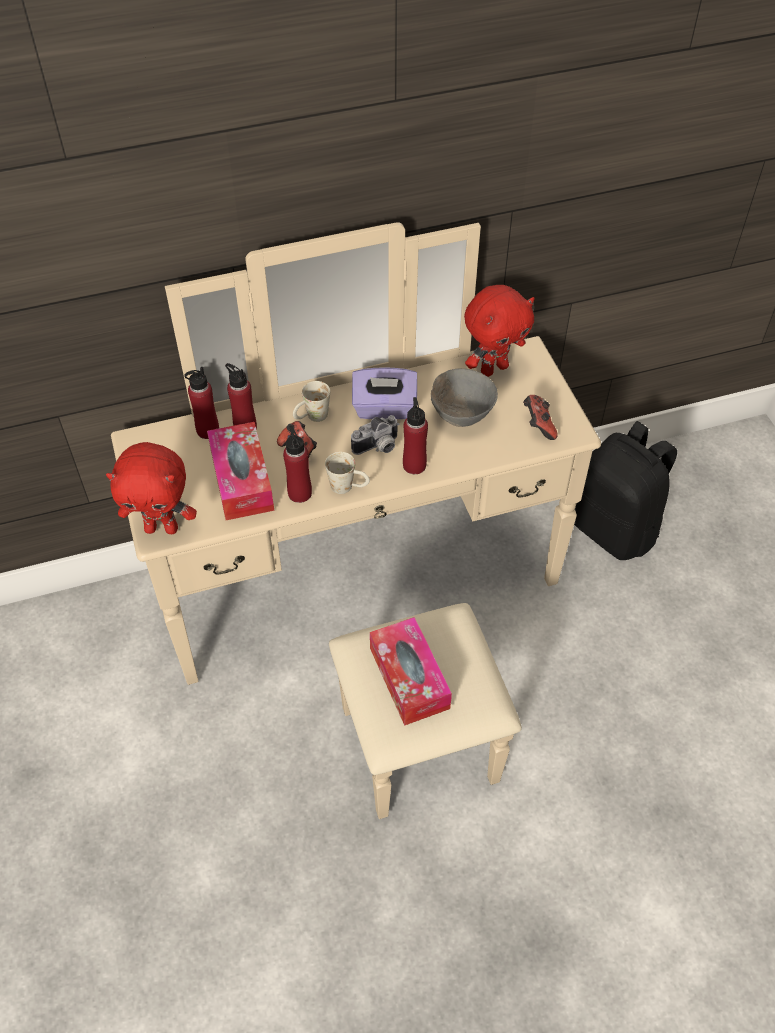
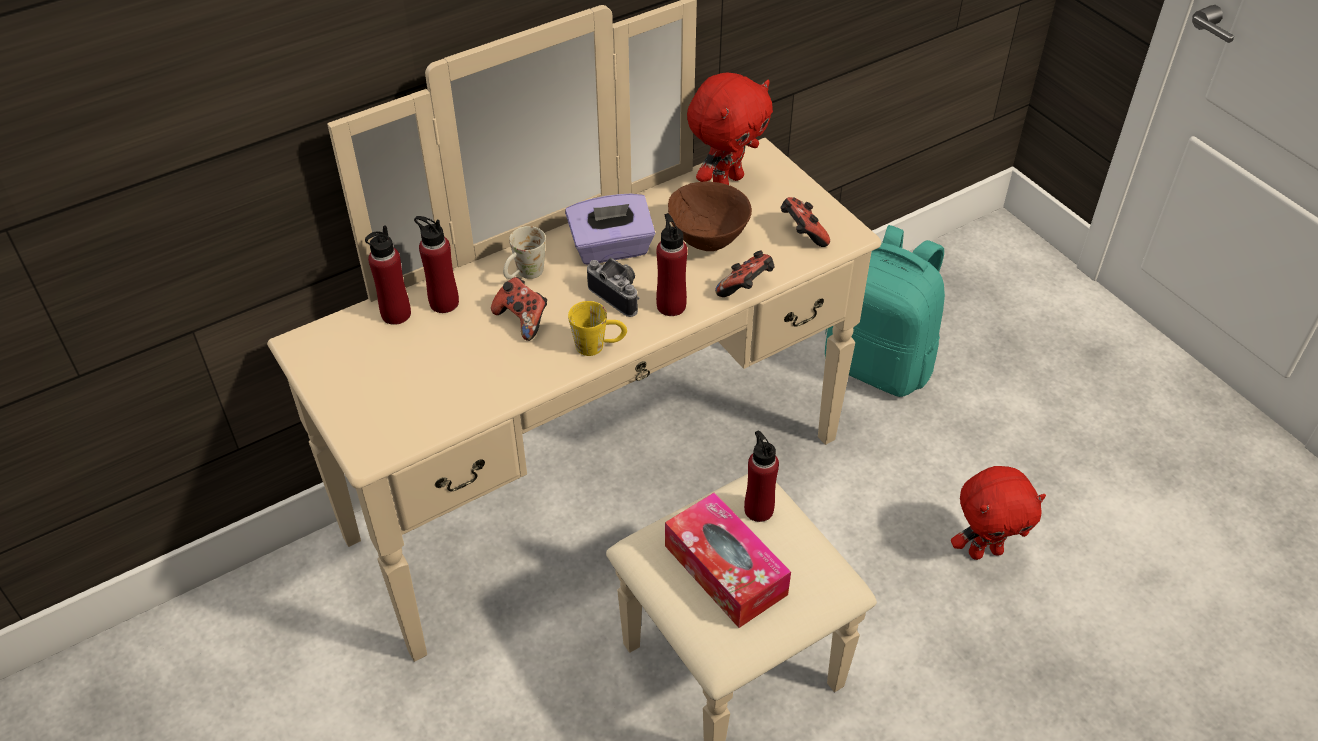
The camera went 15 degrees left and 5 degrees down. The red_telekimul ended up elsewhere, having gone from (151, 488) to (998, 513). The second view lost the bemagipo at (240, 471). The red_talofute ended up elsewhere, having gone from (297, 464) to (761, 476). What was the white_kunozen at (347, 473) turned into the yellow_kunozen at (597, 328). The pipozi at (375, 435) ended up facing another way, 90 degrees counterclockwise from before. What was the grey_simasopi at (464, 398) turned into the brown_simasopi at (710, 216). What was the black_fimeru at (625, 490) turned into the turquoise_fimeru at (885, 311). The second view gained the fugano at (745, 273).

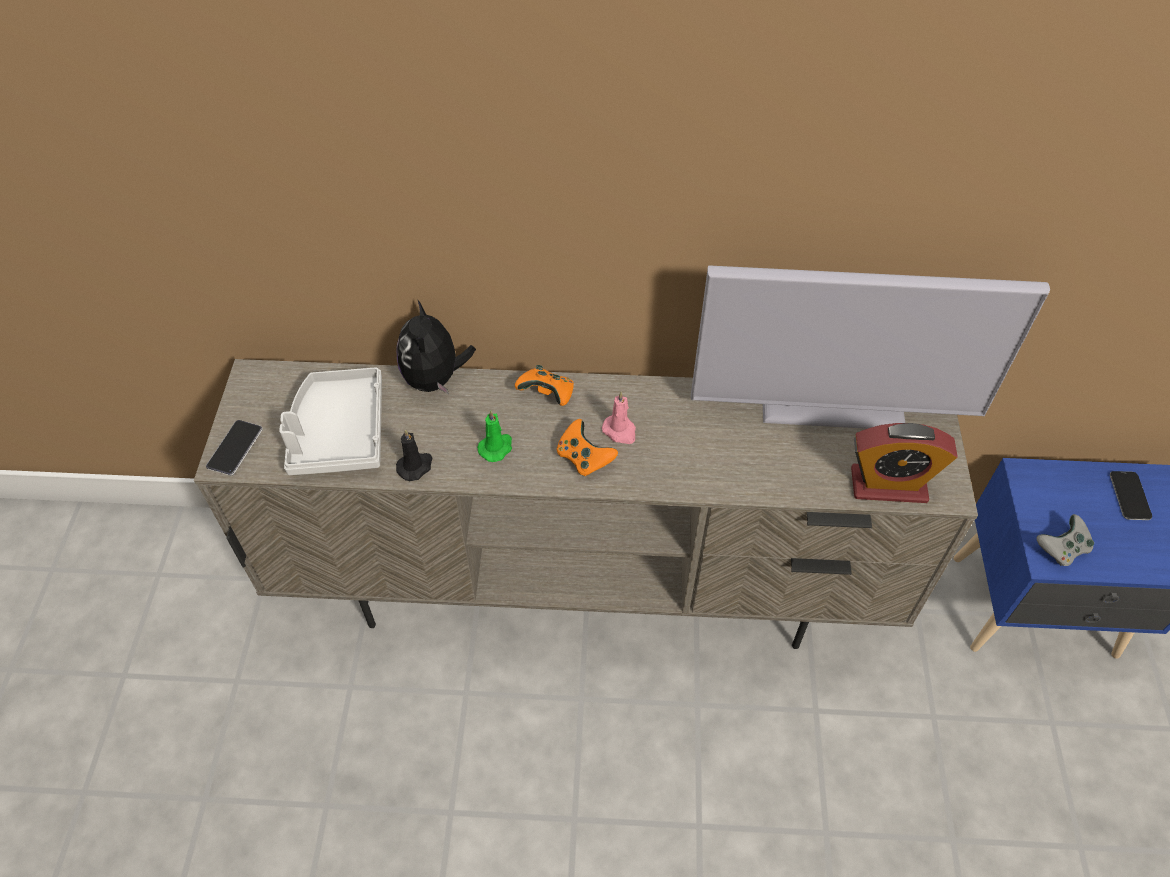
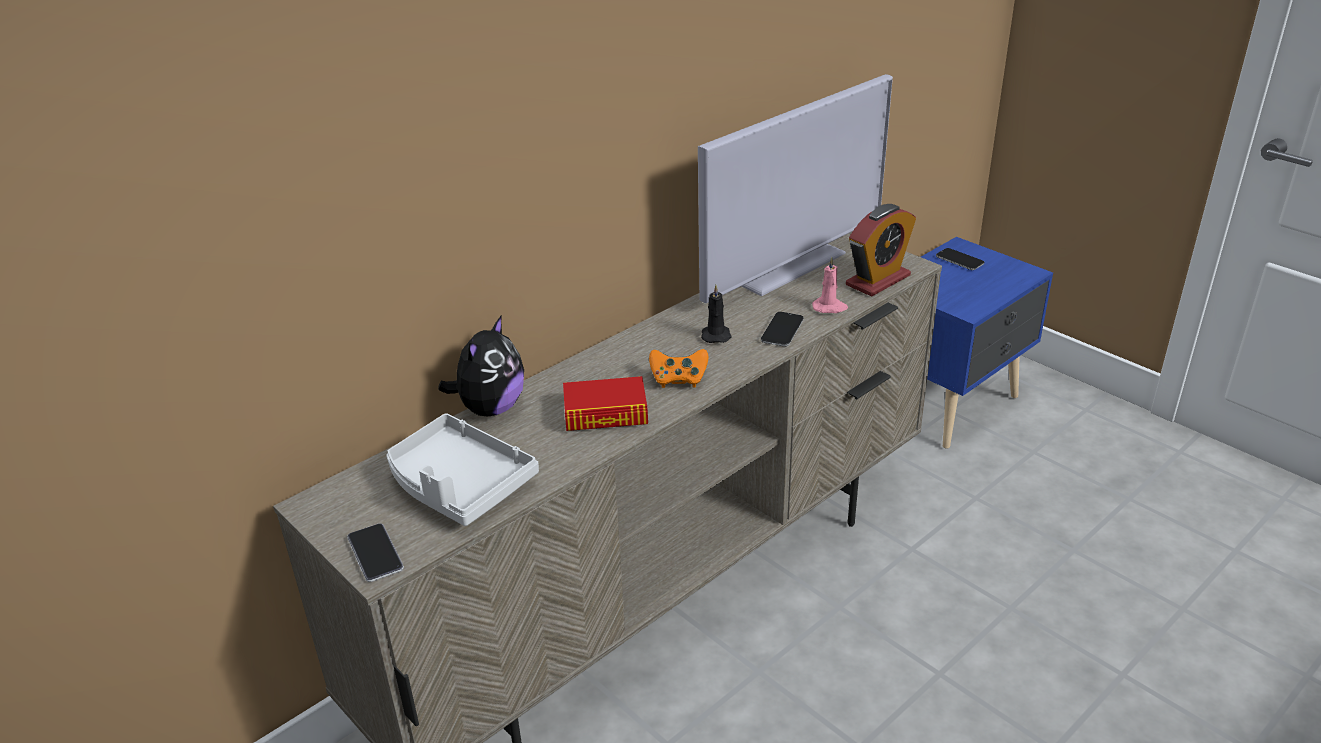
The camera went 45 degrees left and 20 degrees down. The telekimul at (436, 347) ended up facing another way, 105 degrees counterclockwise from before. The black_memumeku ended up elsewhere, having gone from (414, 455) to (716, 314). Where the green_memumeku stood at (494, 436), the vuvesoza came to stand at (605, 403). The second view lost the orange_fugano at (544, 385). The pink_memumeku ended up elsewhere, having gone from (619, 418) to (830, 285). The second view lost the grey_fugano at (1065, 540). The second view gained the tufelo at (782, 329).

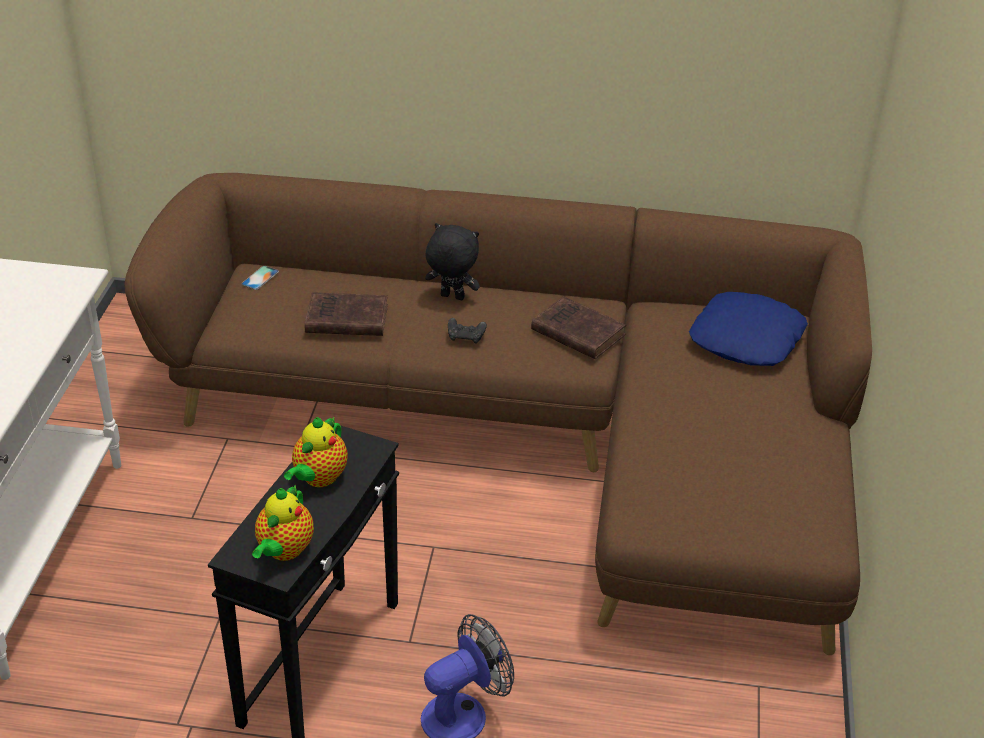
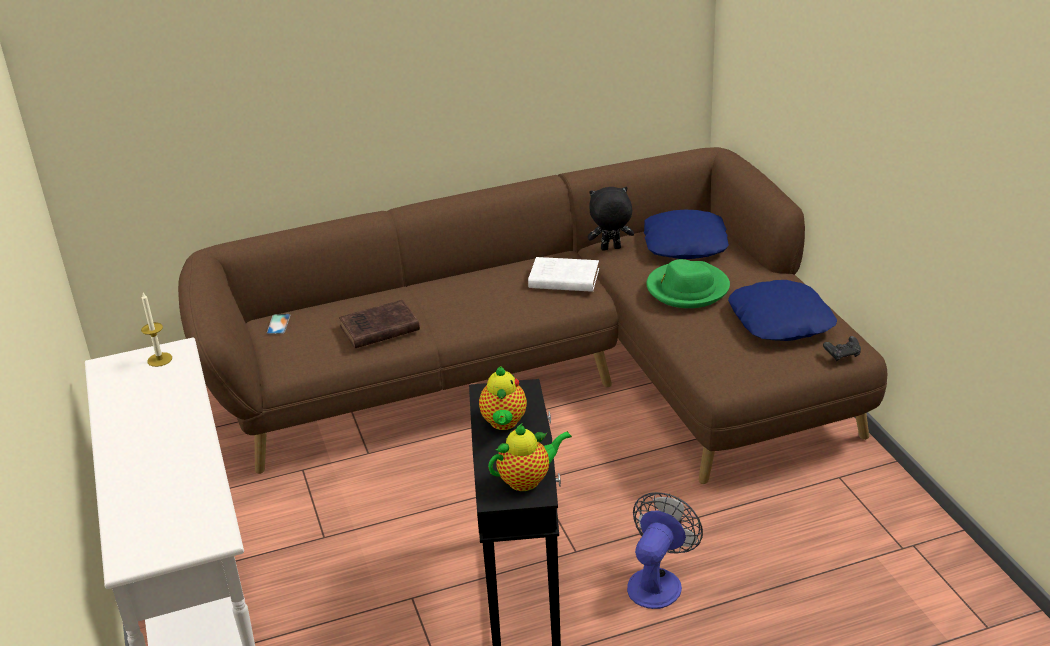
The camera went 25 degrees left and 5 degrees down. The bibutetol at (283, 522) ended up facing another way, 105 degrees counterclockwise from before. The black_telekimul ended up elsewhere, having gone from (452, 261) to (611, 219). The black_fugano ended up elsewhere, having gone from (467, 331) to (842, 348). What was the brown_vuvesoza at (578, 327) turned into the white_vuvesoza at (563, 274). The second view gained the memumeku at (156, 330). The second view gained the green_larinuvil at (688, 283). The second view gained the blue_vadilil at (782, 310).

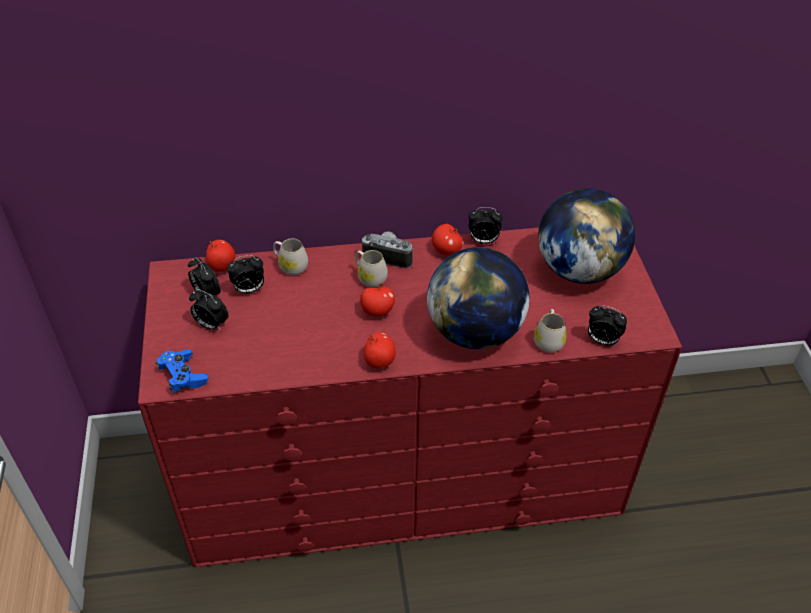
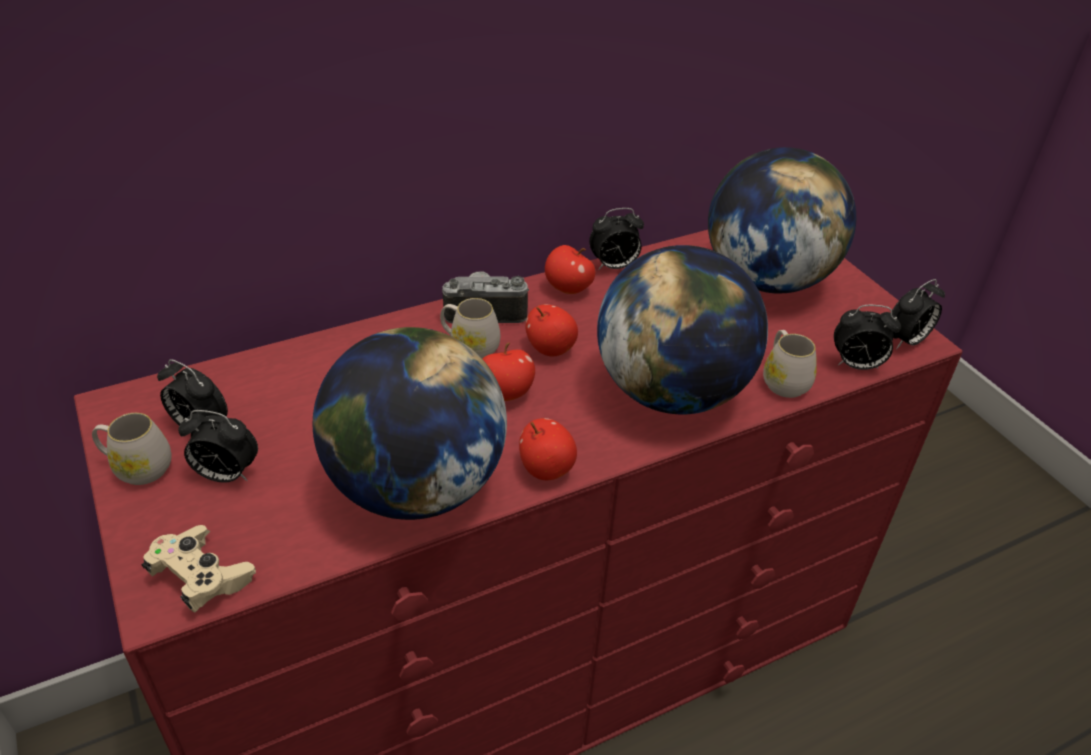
The camera went 20 degrees left and 5 degrees down. What was the blue_fugano at (182, 371) turned into the beige_fugano at (198, 568). The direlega ended up elsewhere, having gone from (221, 256) to (551, 330). The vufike ended up elsewhere, having gone from (245, 274) to (918, 314). The white_kunozen ended up elsewhere, having gone from (290, 256) to (132, 449). The second view gained the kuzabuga at (410, 423).

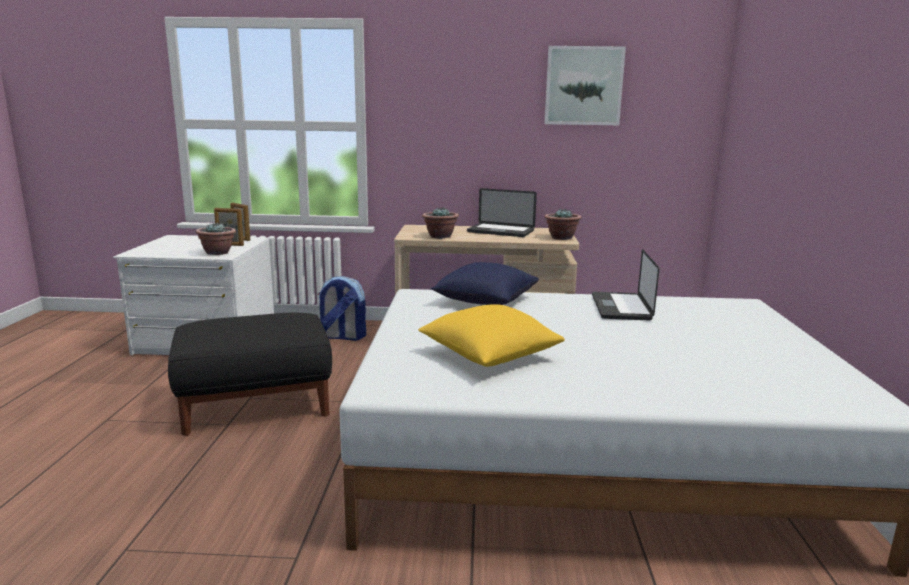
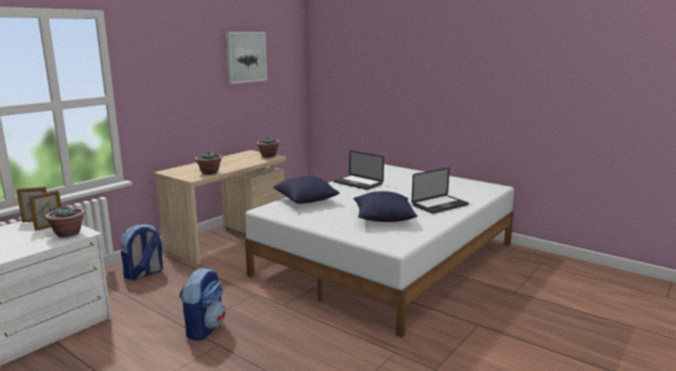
The camera went 55 degrees left and 0 degrees up. Where the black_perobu stood at (250, 374), the fimeru came to stand at (202, 304). What was the yellow_vadilil at (491, 335) turned into the blue_vadilil at (385, 206). The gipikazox ended up elsewhere, having gone from (502, 212) to (440, 190).

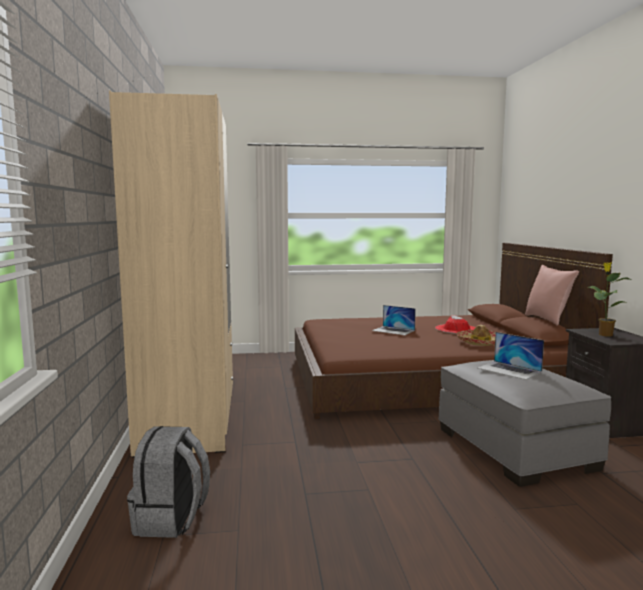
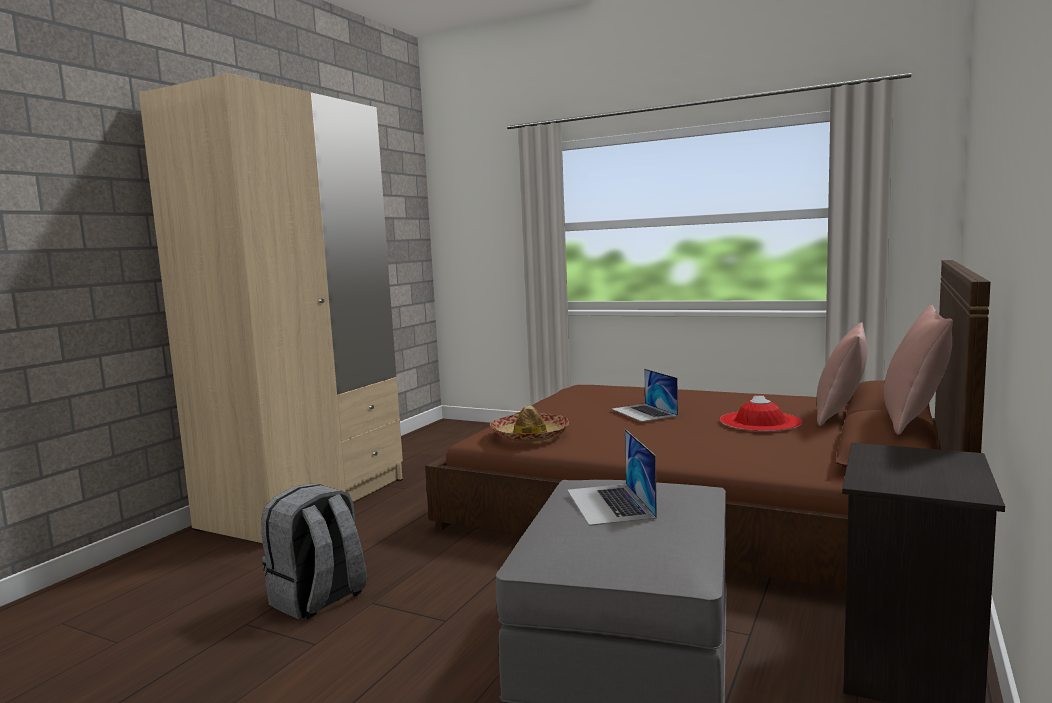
The camera went 35 degrees right and 0 degrees up. The grey_fimeru ended up elsewhere, having gone from (168, 482) to (314, 551). The larinuvil ended up elsewhere, having gone from (476, 335) to (529, 424). The second view lost the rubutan at (609, 299). The second view gained the pink_vadilil at (842, 374).

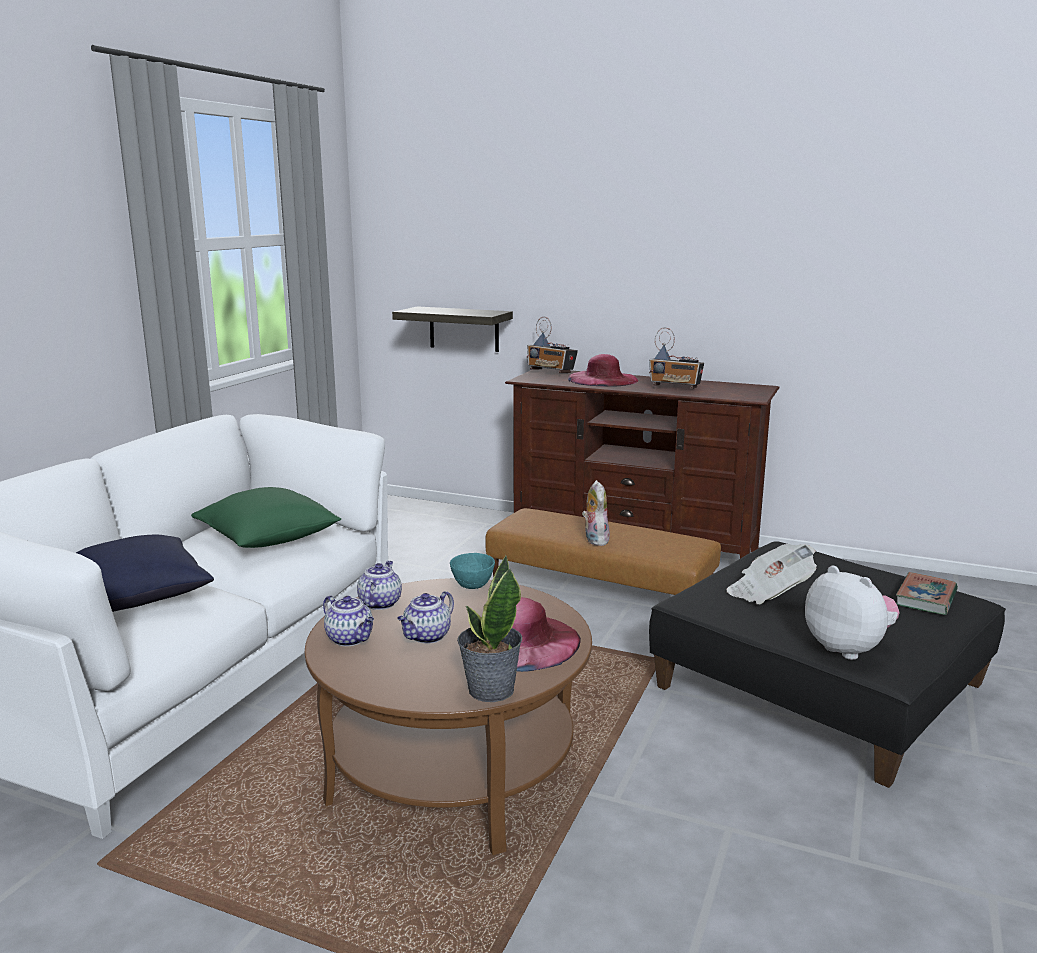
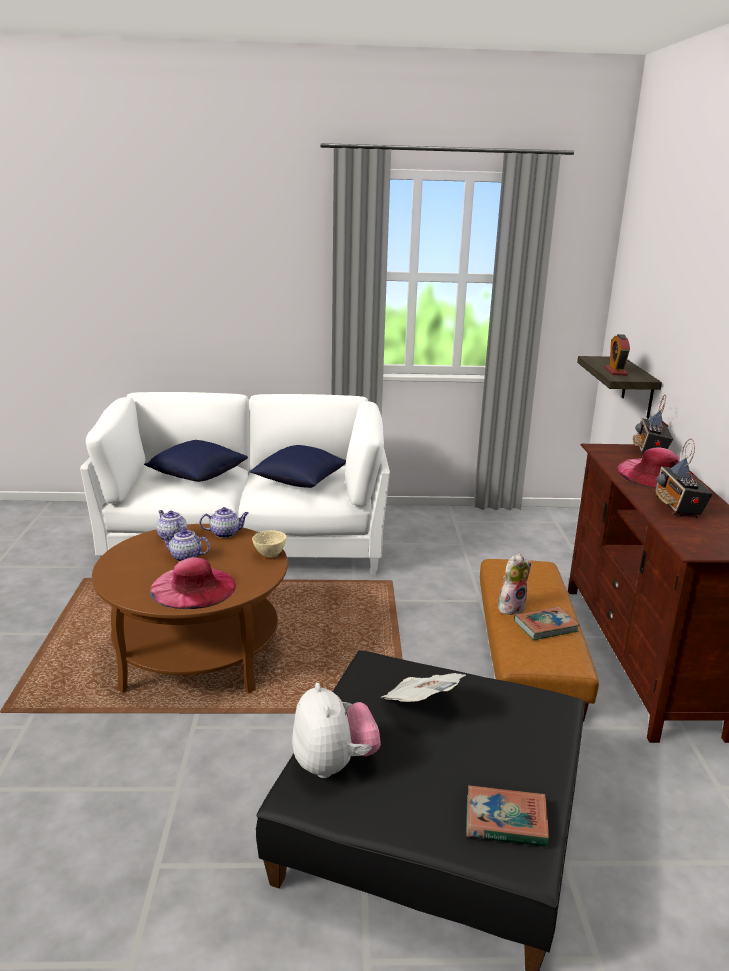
The camera went 65 degrees right and 5 degrees up. What was the green_vadilil at (266, 517) turned into the blue_vadilil at (298, 466). The bibutetol at (348, 620) ended up facing another way, 120 degrees clockwise from before. What was the turquoise_simasopi at (472, 571) turned into the beige_simasopi at (269, 544). The second view lost the rubutan at (489, 629). The telekimul at (852, 612) ended up facing another way, 45 degrees counterclockwise from before. The second view gained the vuvesoza at (547, 623). The second view gained the vufike at (617, 354).

